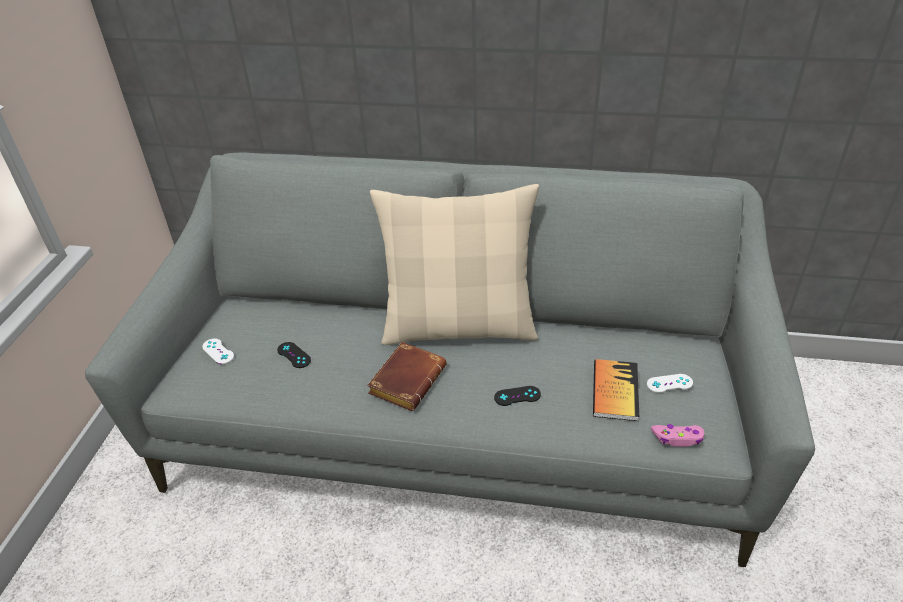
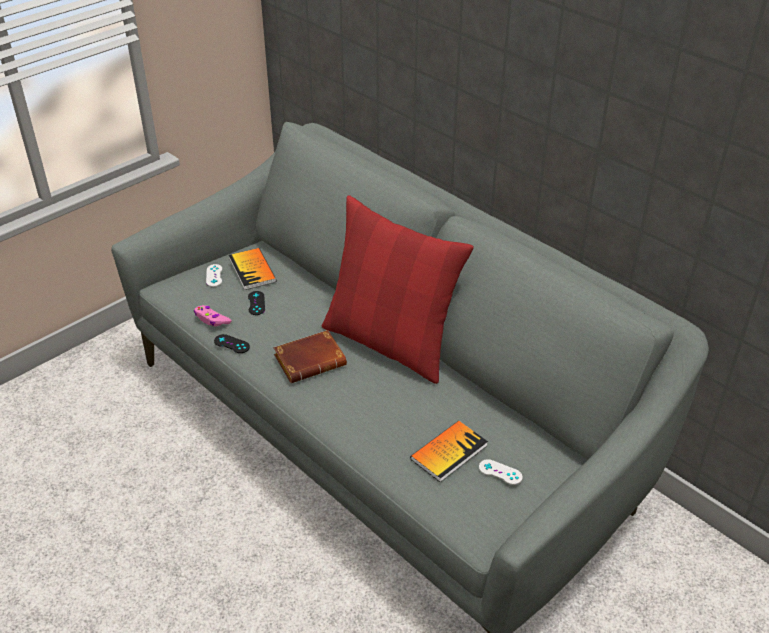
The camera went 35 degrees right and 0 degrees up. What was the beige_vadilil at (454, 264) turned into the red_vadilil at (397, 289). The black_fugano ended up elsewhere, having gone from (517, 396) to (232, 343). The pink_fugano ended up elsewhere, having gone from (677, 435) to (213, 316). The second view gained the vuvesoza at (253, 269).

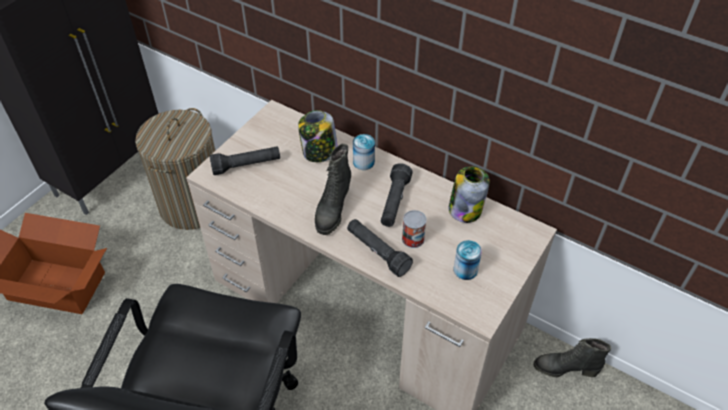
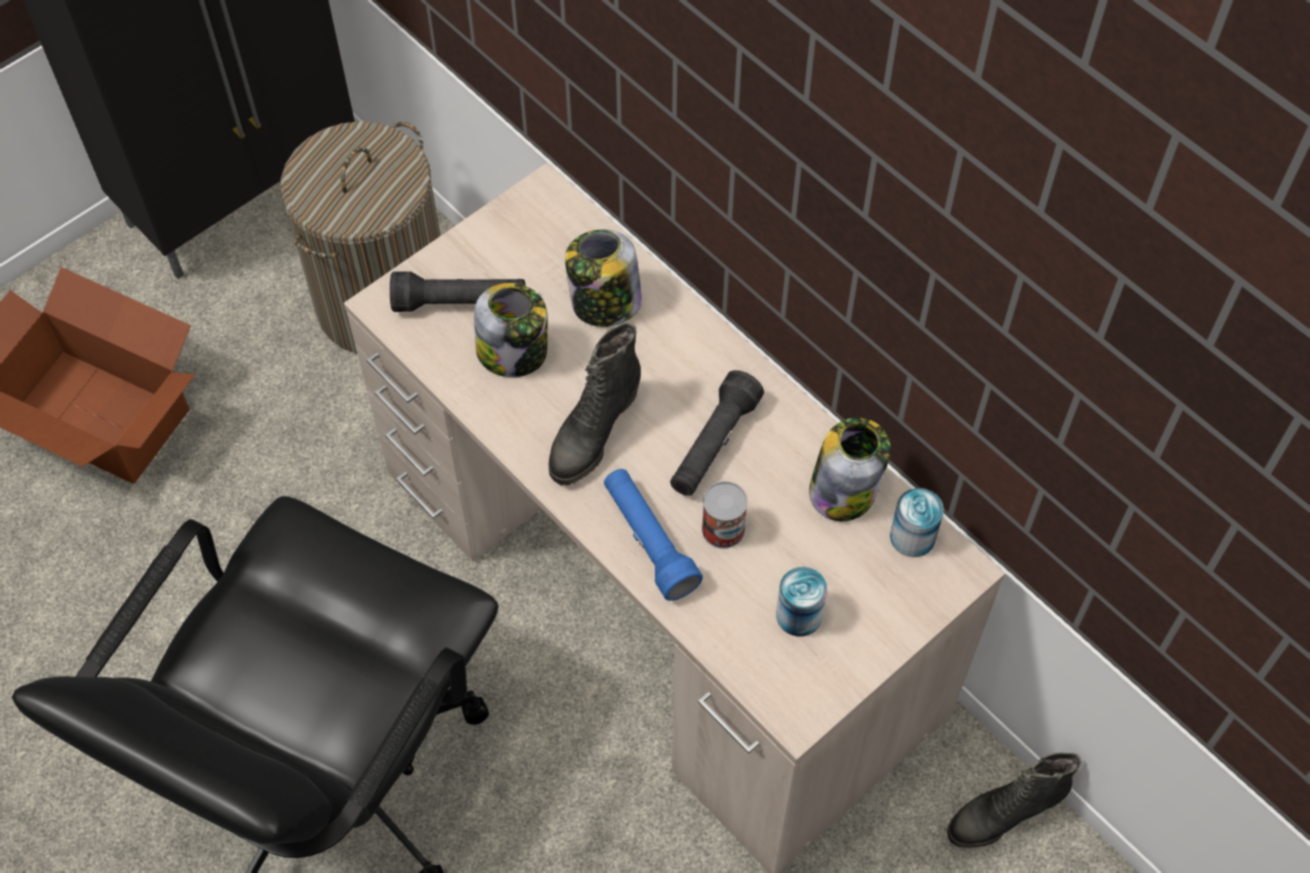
The camera went 15 degrees right and 10 degrees up. What was the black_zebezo at (380, 248) turned into the blue_zebezo at (653, 535). The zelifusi ended up elsewhere, having gone from (364, 152) to (917, 522). The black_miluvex at (572, 357) ended up facing another way, 45 degrees counterclockwise from before. The second view gained the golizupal at (511, 330).

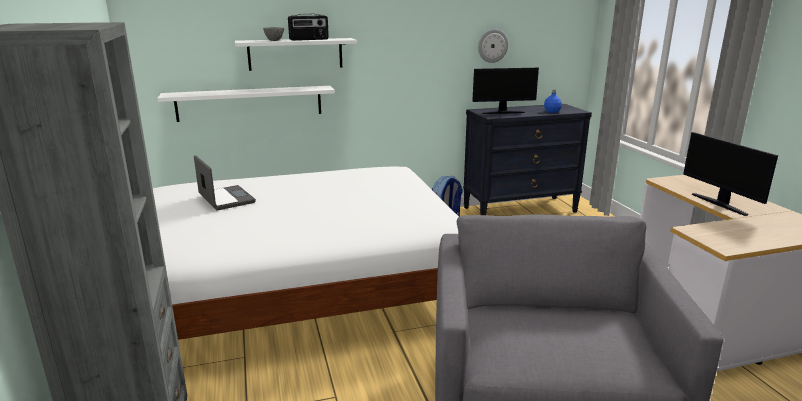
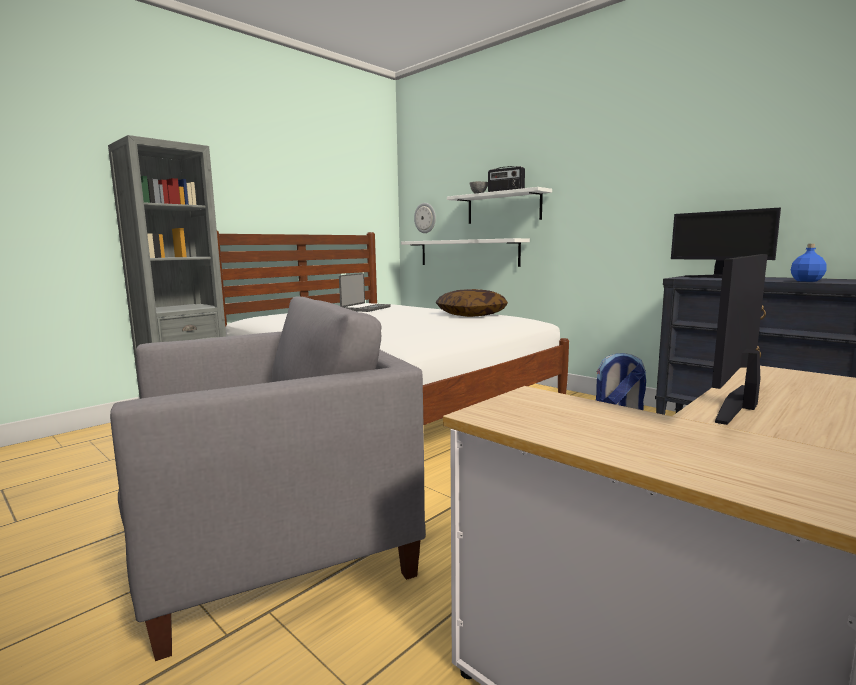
The camera went 60 degrees right and 10 degrees down. The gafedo ended up elsewhere, having gone from (493, 46) to (425, 218). The second view gained the vadilil at (472, 303).

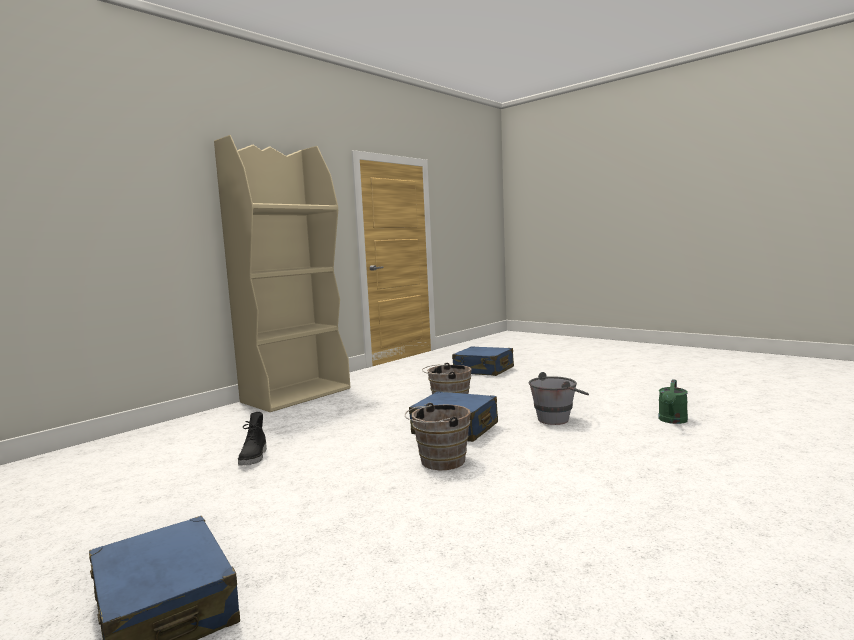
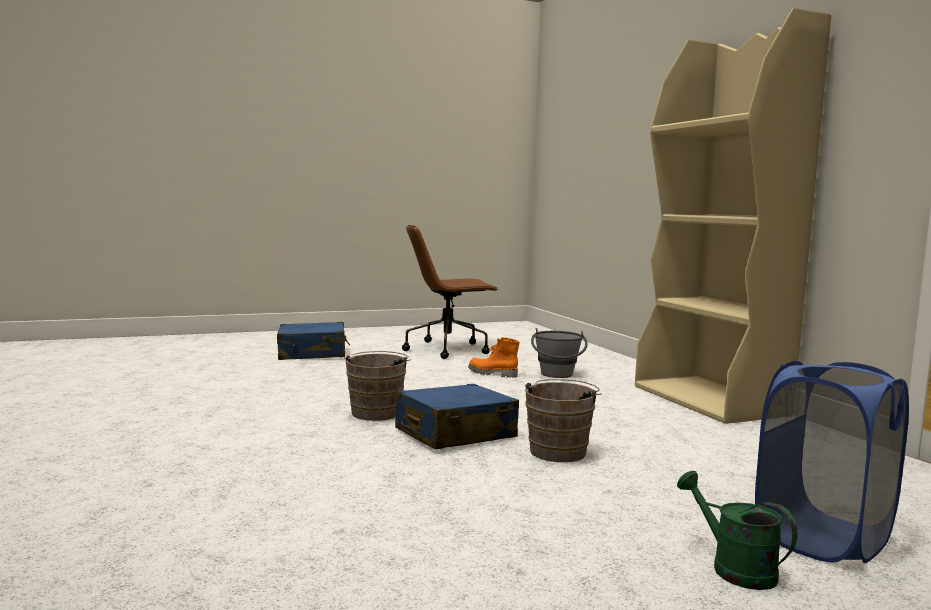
The camera went 115 degrees right and 0 degrees up. What was the black_miluvex at (252, 439) turned into the orange_miluvex at (494, 357). Where the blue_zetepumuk stood at (483, 361), the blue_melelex came to stand at (832, 461). The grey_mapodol ended up elsewhere, having gone from (559, 398) to (559, 353). The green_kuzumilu ended up elsewhere, having gone from (673, 401) to (737, 530). The second view gained the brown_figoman at (450, 292).

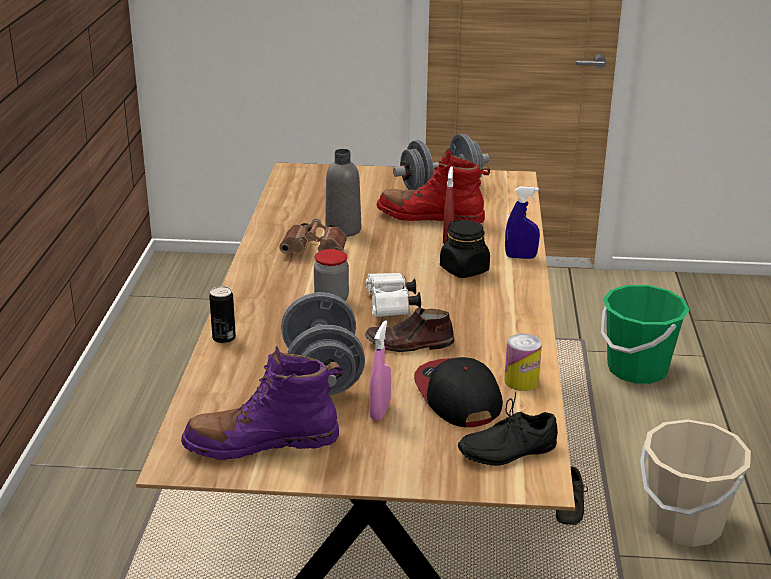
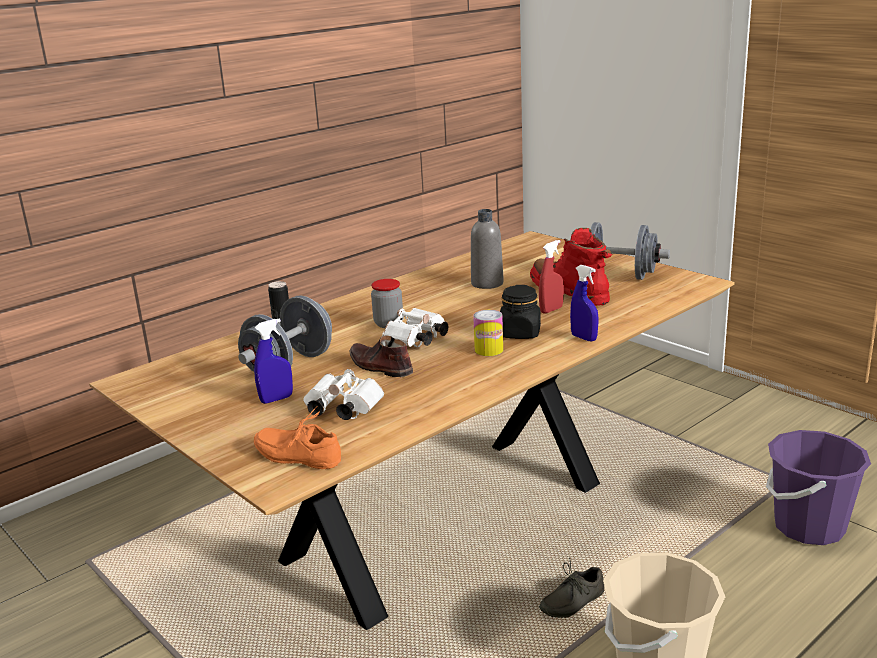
The camera went 45 degrees right and 5 degrees down. The second view lost the purple_miluvex at (262, 403). The second view lost the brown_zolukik at (313, 236). What was the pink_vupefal at (380, 370) turned into the blue_vupefal at (273, 361). Where the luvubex stood at (458, 392), the white_zolukik came to stand at (344, 394). What was the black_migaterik at (508, 429) turned into the orange_migaterik at (297, 438). The zelifusi ended up elsewhere, having gone from (523, 362) to (488, 333). What was the green_mapodol at (645, 334) turned into the purple_mapodol at (818, 487).

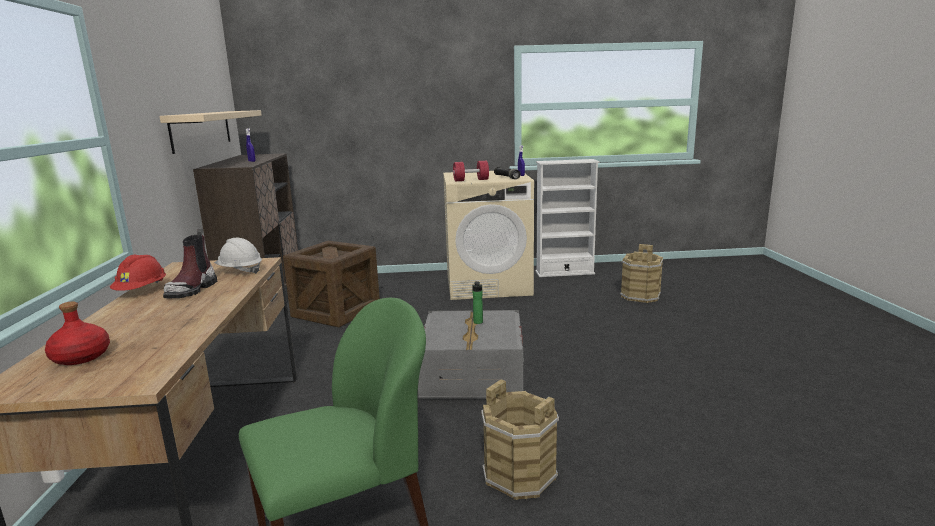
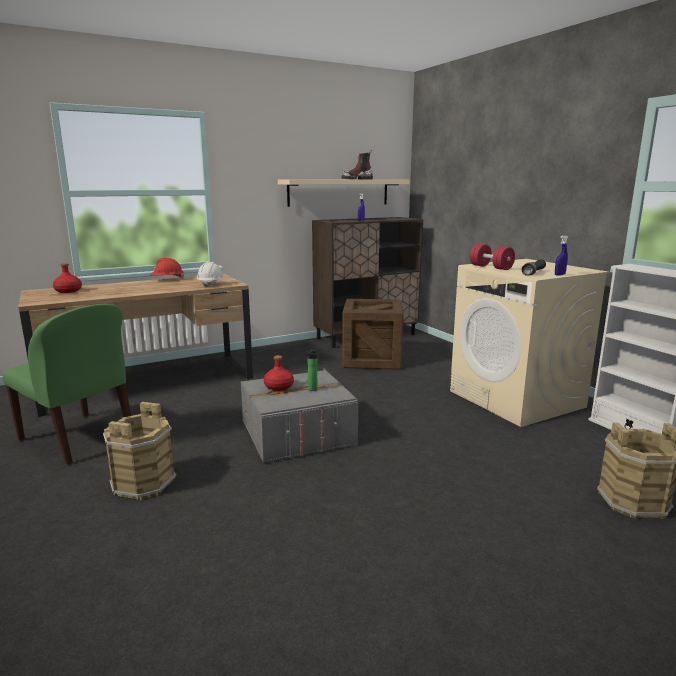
The camera went 65 degrees right and 0 degrees up. The miluvex ended up elsewhere, having gone from (190, 263) to (357, 164). The second view gained the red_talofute at (279, 373).

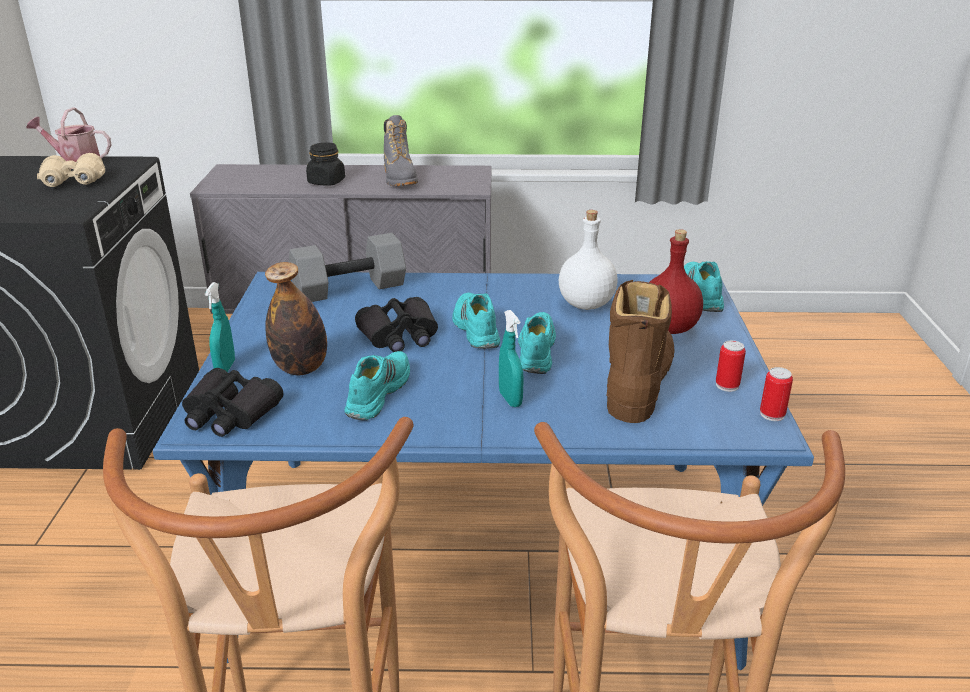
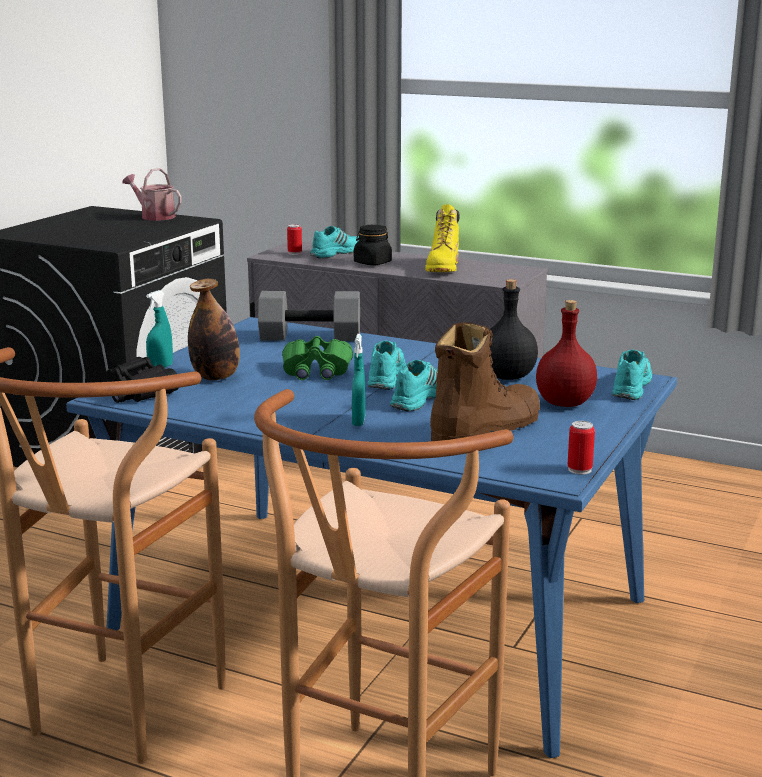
The camera went 25 degrees right and 10 degrees down. The second view lost the beige_zolukik at (71, 170). The turquoise_migaterik ended up elsewhere, having gone from (377, 386) to (334, 242). What was the black_zolukik at (396, 324) turned into the green_zolukik at (317, 358). What was the grey_miluvex at (401, 150) turned into the yellow_miluvex at (442, 238). What was the white_talofute at (588, 260) turned into the black_talofute at (513, 329). The zelifusi ended up elsewhere, having gone from (731, 366) to (294, 239).

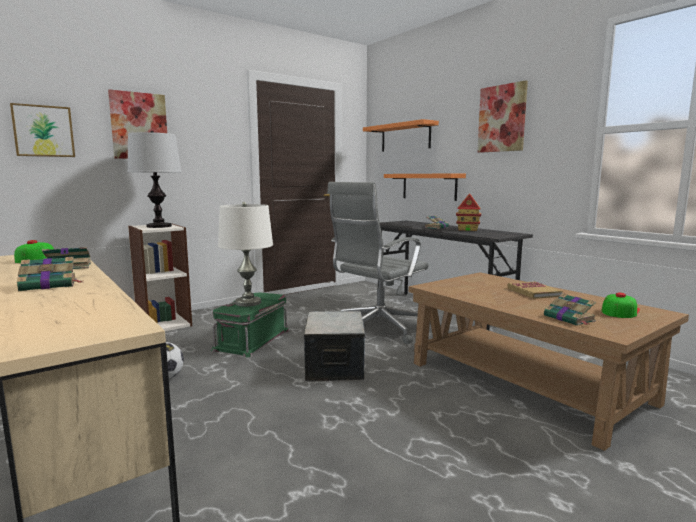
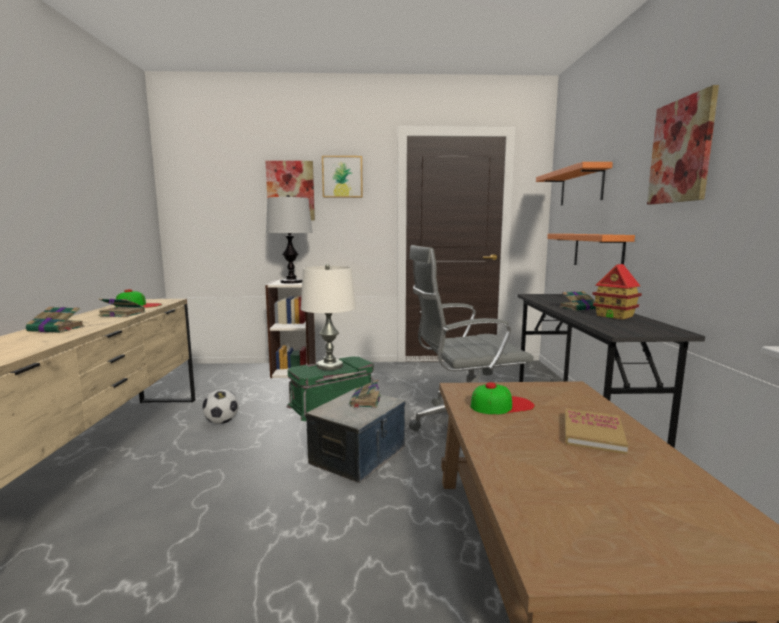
The camera went 35 degrees right and 0 degrees up. The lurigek ended up elsewhere, having gone from (42, 130) to (342, 177). The vuvesoza ended up elsewhere, having gone from (570, 309) to (365, 394). The luvubex ended up elsewhere, having gone from (620, 305) to (503, 398).

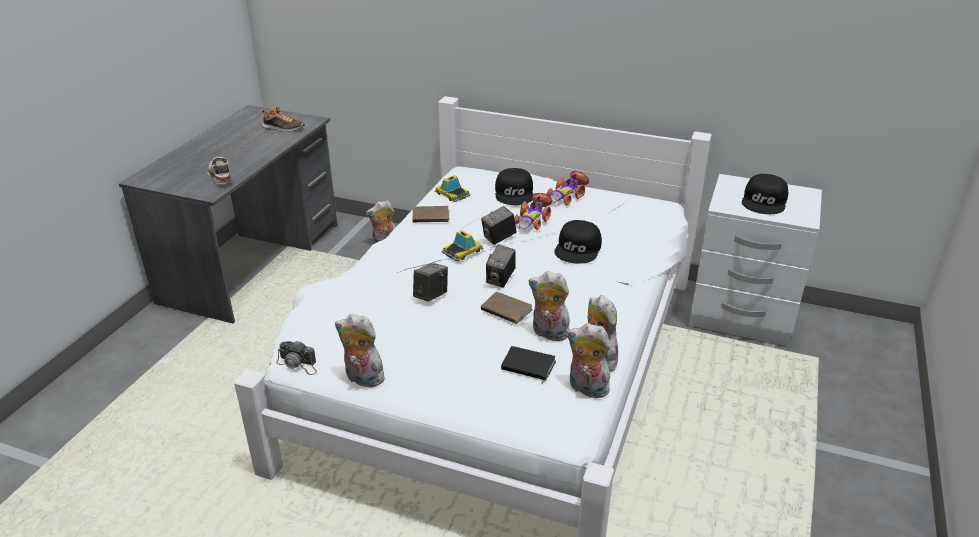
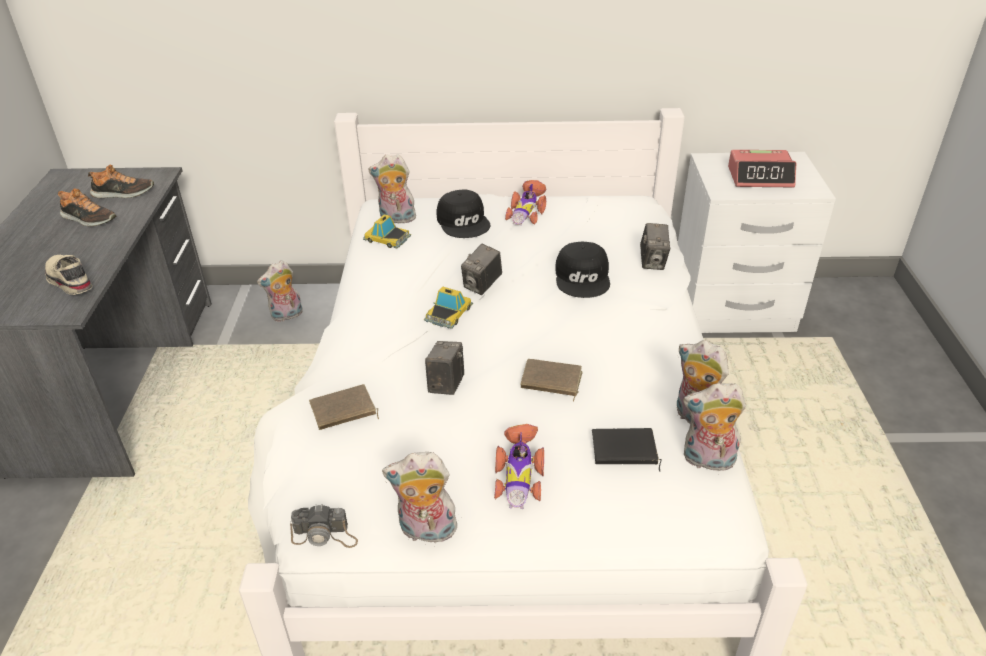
The camera went 20 degrees left and 5 degrees up. The brown_vuvesoza ended up elsewhere, having gone from (431, 214) to (344, 407). The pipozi ended up elsewhere, having gone from (501, 266) to (655, 246). The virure ended up elsewhere, having gone from (533, 211) to (519, 466). The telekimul ended up elsewhere, having gone from (549, 306) to (392, 189). Where the black_luvubex stood at (765, 194), the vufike came to stand at (762, 168). The second view gained the migaterik at (87, 207).

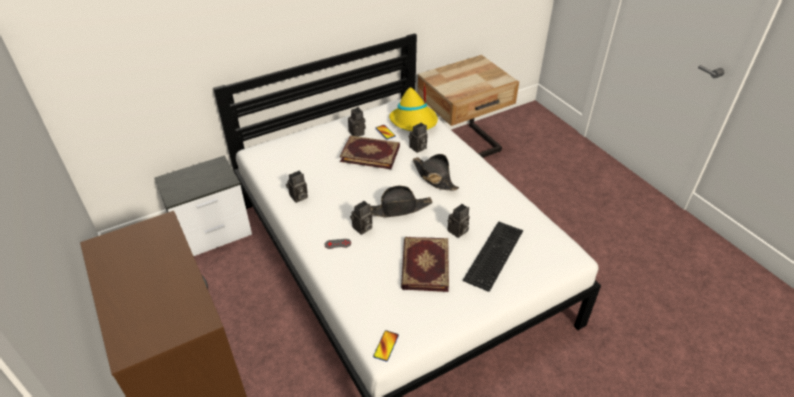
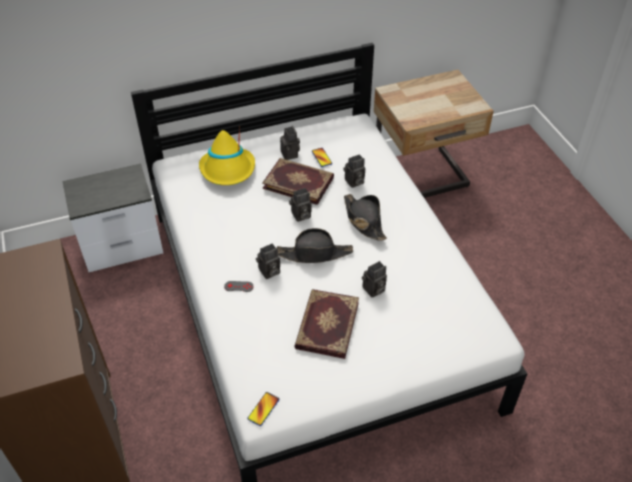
The camera went 10 degrees right and 5 degrees up. The pipozi ended up elsewhere, having gone from (297, 187) to (300, 205). The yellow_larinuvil ended up elsewhere, having gone from (413, 106) to (227, 155). The second view lost the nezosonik at (493, 256).

